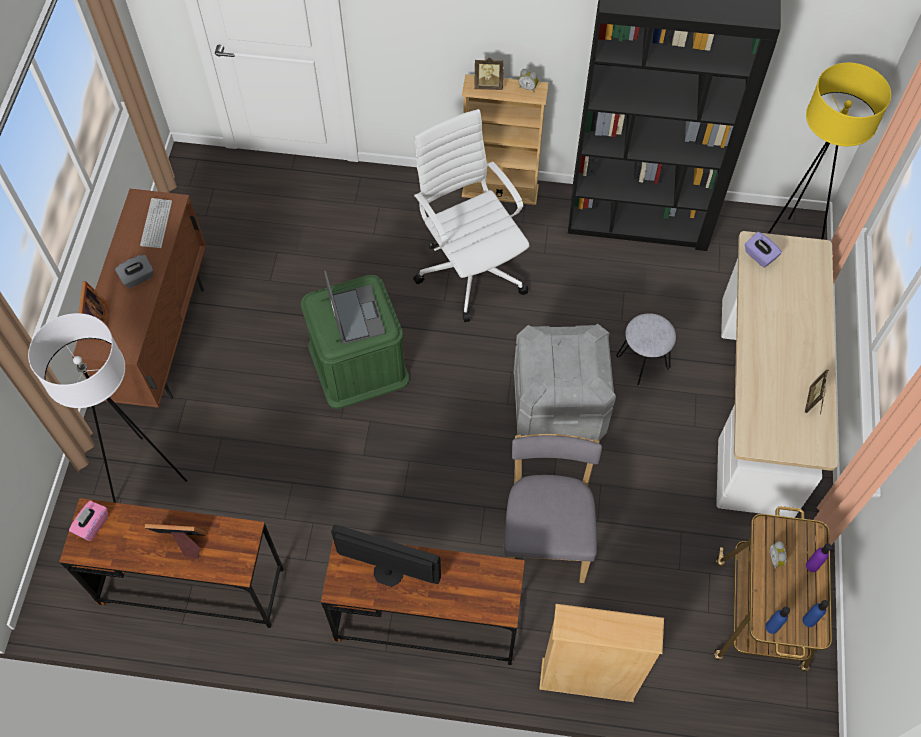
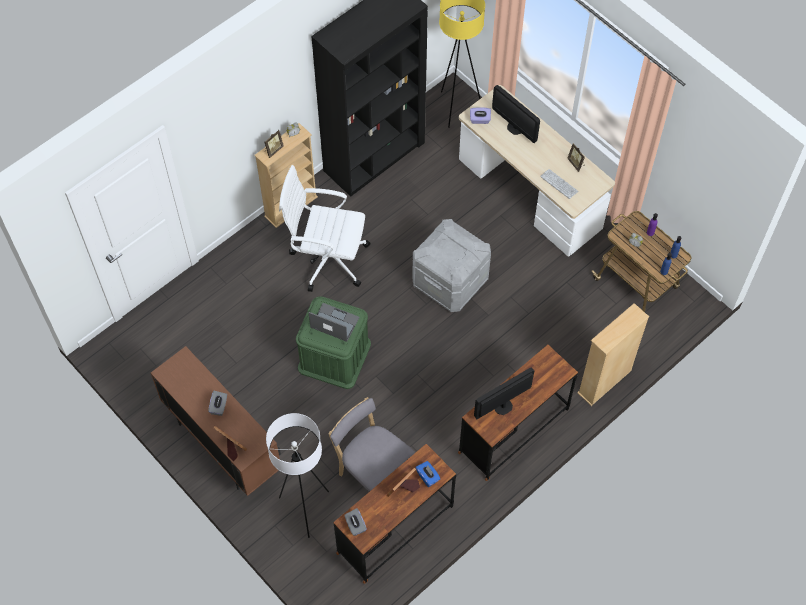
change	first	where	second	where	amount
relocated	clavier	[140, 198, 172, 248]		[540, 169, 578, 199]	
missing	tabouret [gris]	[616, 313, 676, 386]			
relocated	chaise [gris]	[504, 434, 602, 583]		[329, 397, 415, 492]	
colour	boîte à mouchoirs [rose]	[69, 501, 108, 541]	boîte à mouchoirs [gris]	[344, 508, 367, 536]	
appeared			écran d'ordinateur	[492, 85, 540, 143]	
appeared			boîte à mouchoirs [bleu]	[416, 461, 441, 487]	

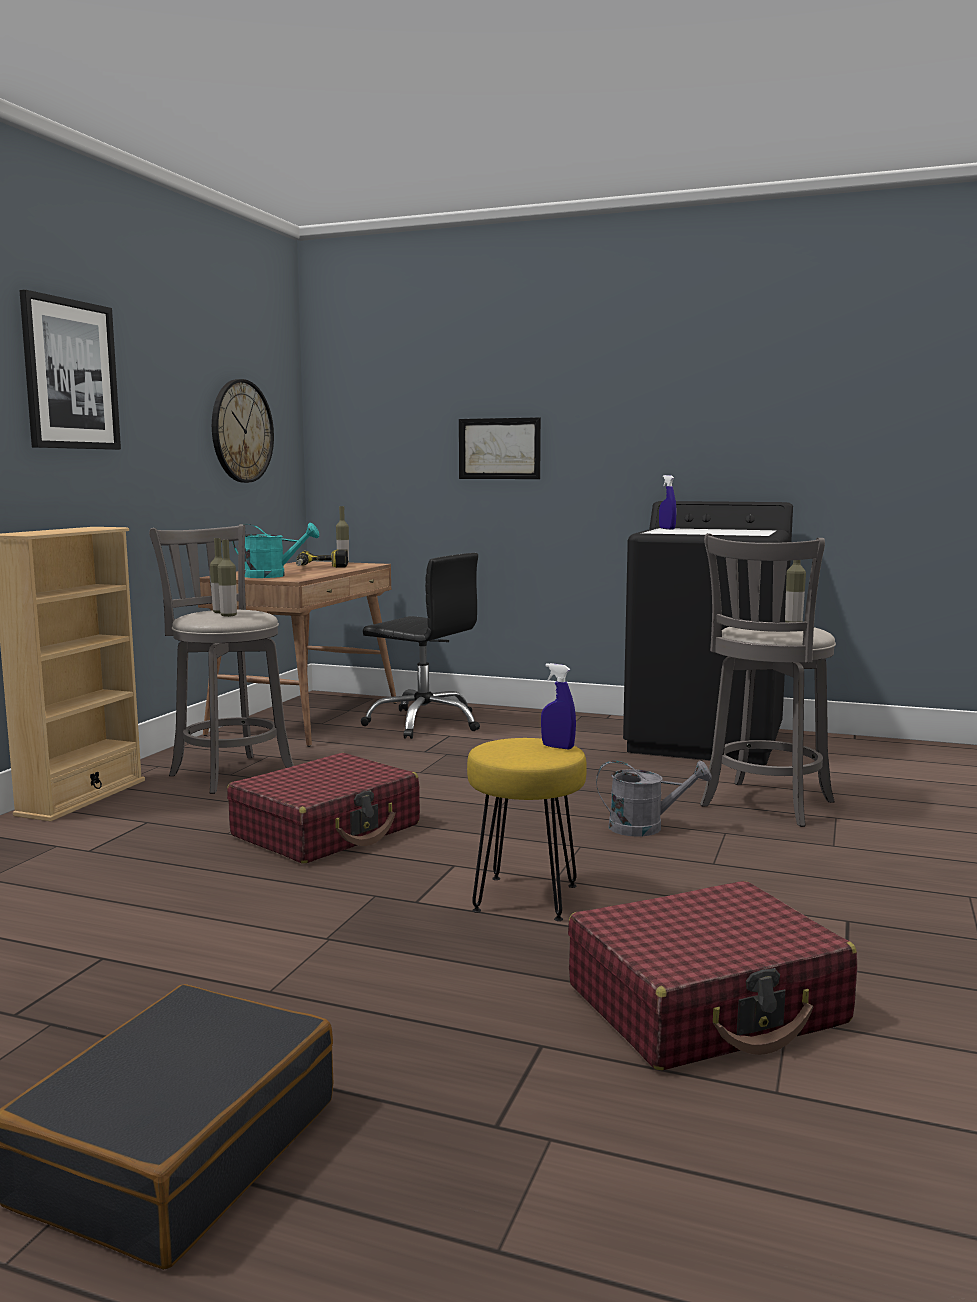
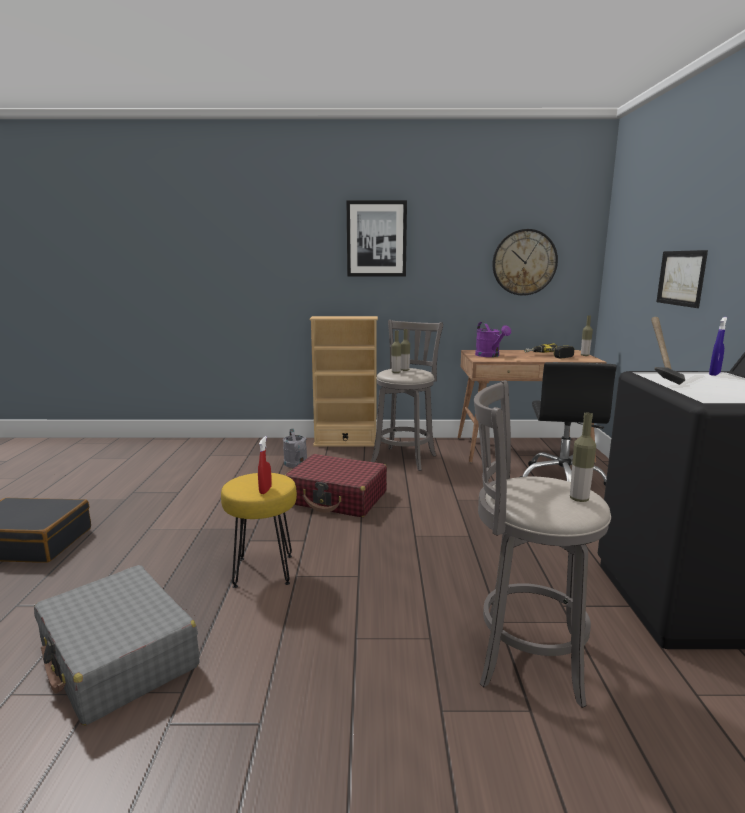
change	first	where	second	where	amount
colour	arrosoir [turquoise]	[233, 523, 319, 578]	arrosoir [violet]	[475, 322, 511, 357]	
colour	vaporisateur [bleu]	[541, 663, 576, 749]	vaporisateur [rouge]	[258, 436, 272, 494]	
relocated	arrosoir [gris]	[596, 760, 712, 836]		[283, 429, 307, 468]	
colour	valise [rouge]	[568, 881, 857, 1070]	valise [gris]	[34, 565, 199, 725]	
appeared			marteau	[651, 317, 685, 385]	

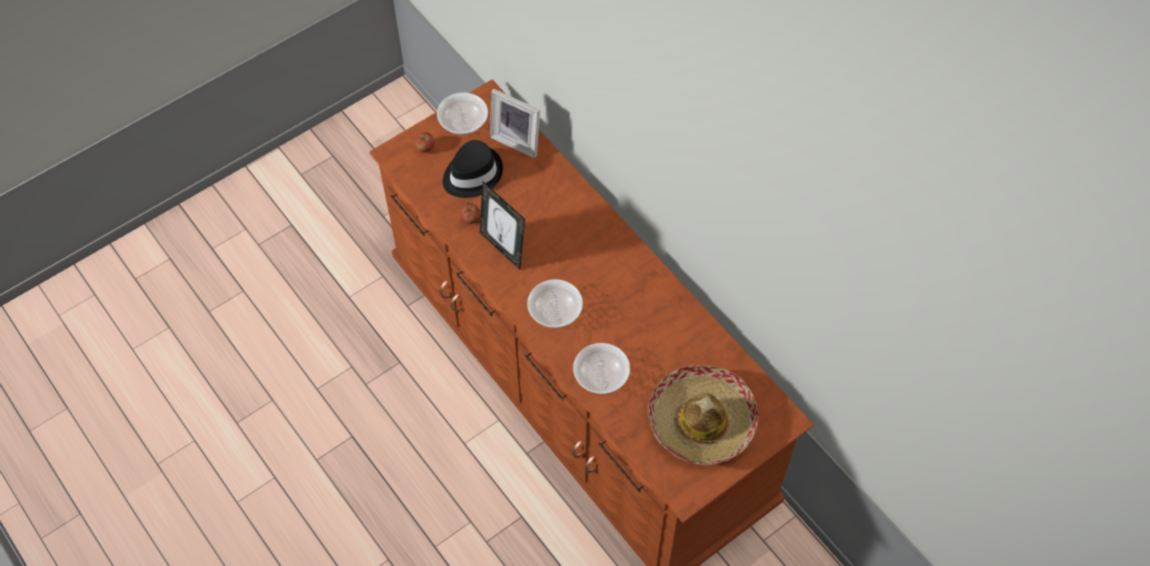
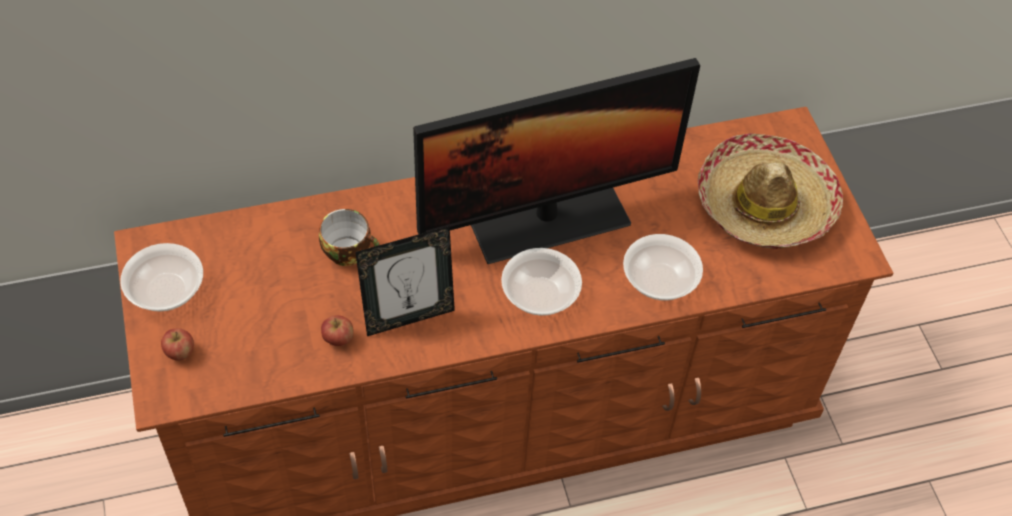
change	first	where	second	where	amount
missing	cadre photo	[490, 88, 540, 158]			
missing	chapeau [noir]	[443, 140, 503, 198]			
appeared			écran d'ordinateur	[413, 58, 700, 264]	
appeared			tasse	[319, 209, 380, 266]	

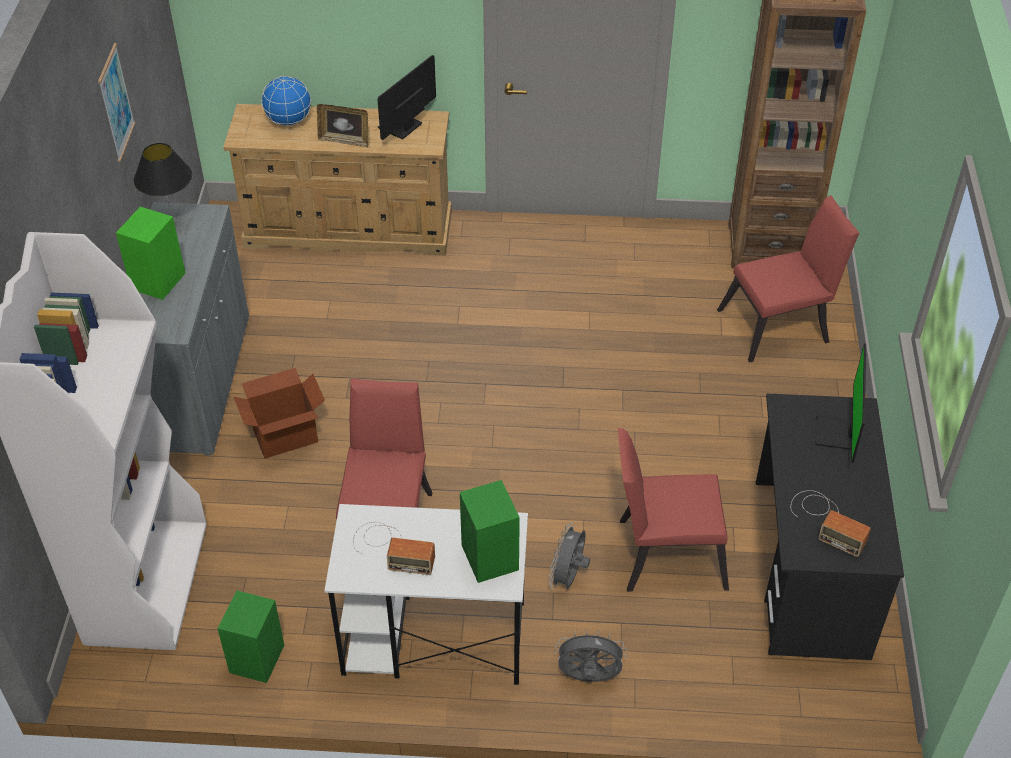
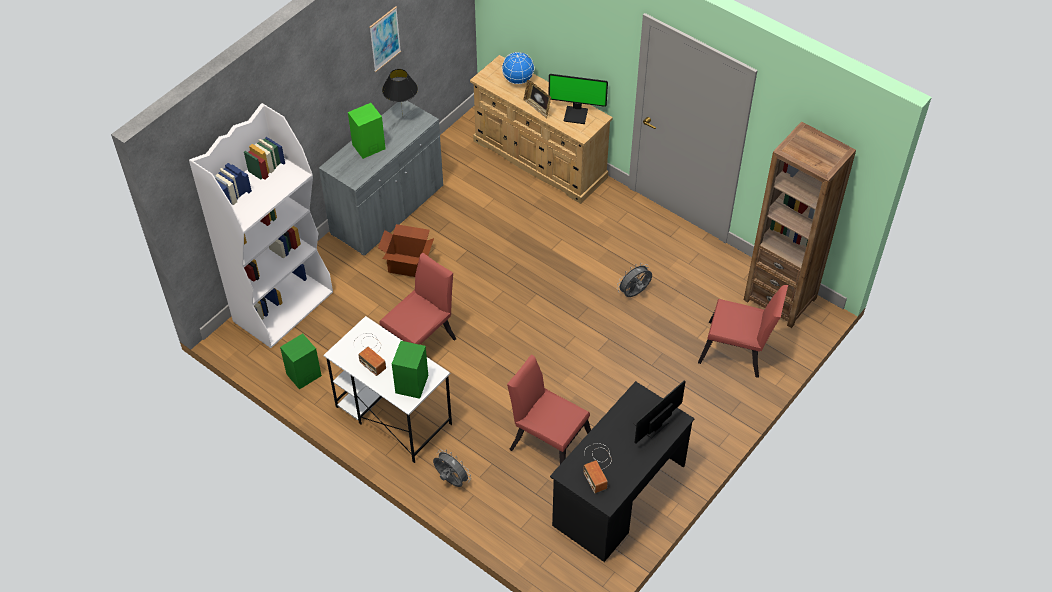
change	first	where	second	where	amount
spun	écran d'ordinateur	[377, 55, 436, 140]		[548, 74, 608, 124]	150 degrees counterclockwise
relocated	ventilateur [gris]	[549, 523, 590, 589]		[617, 263, 652, 297]	

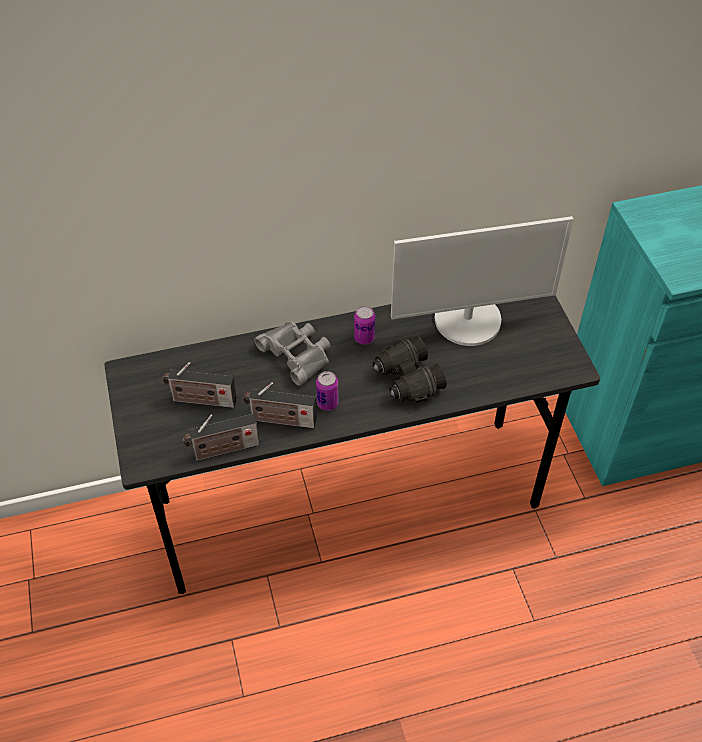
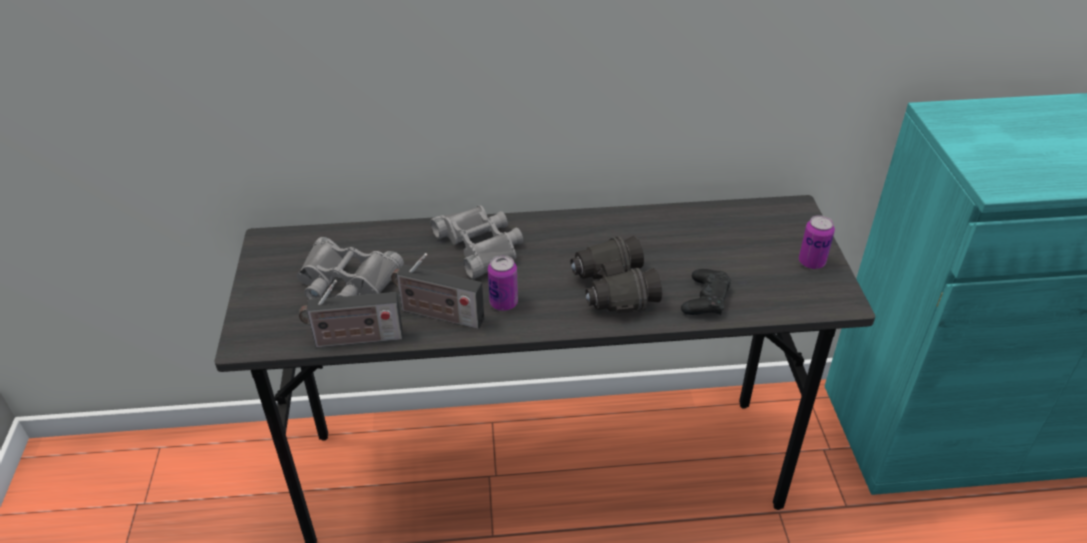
change	first	where	second	where	amount
missing	écran d'ordinateur	[391, 216, 574, 346]			
relocated	boîte métallique	[354, 306, 375, 345]		[799, 215, 835, 269]	
exchanged	radio	[163, 362, 237, 408]	jumelles [gris]	[297, 237, 404, 299]	
appeared			manette [noir]	[681, 269, 731, 315]	

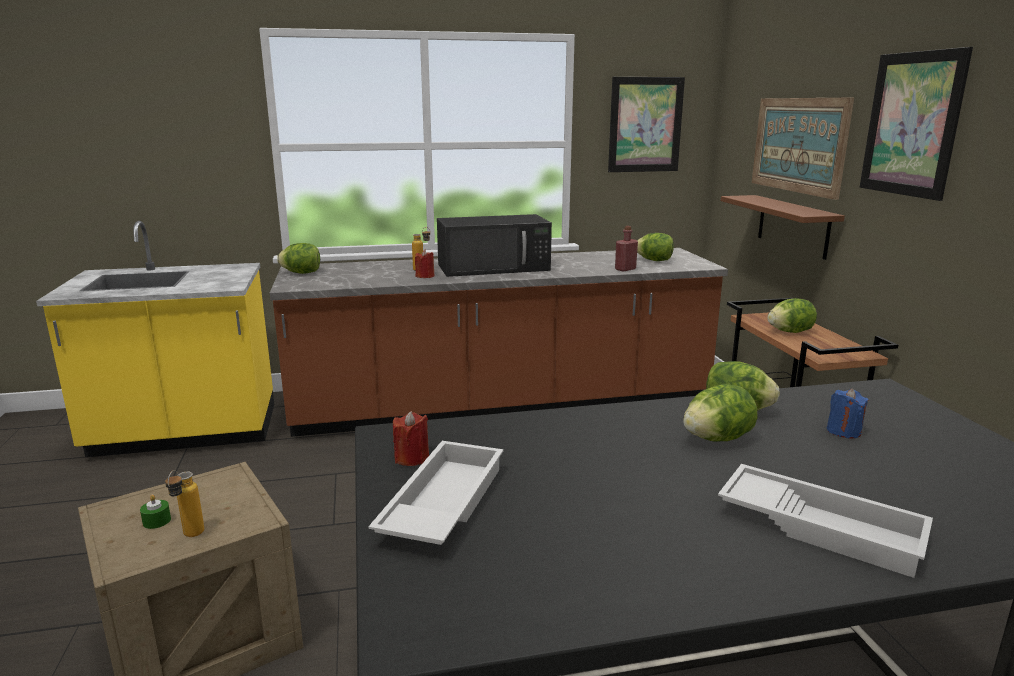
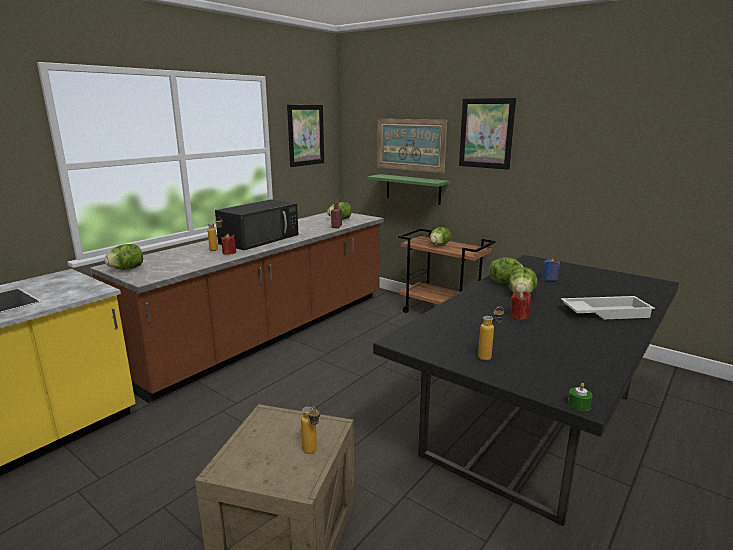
change	first	where	second	where	amount
colour	étagère [marron]	[721, 195, 845, 260]	étagère [vert]	[367, 174, 450, 205]	
relocated	bougie [rouge]	[393, 411, 429, 466]		[510, 291, 531, 320]	
exchanged	plateau [blanc]	[368, 441, 504, 545]	bouteille	[478, 307, 504, 360]	
relocated	bougie [vert]	[140, 494, 171, 529]		[568, 383, 593, 411]	

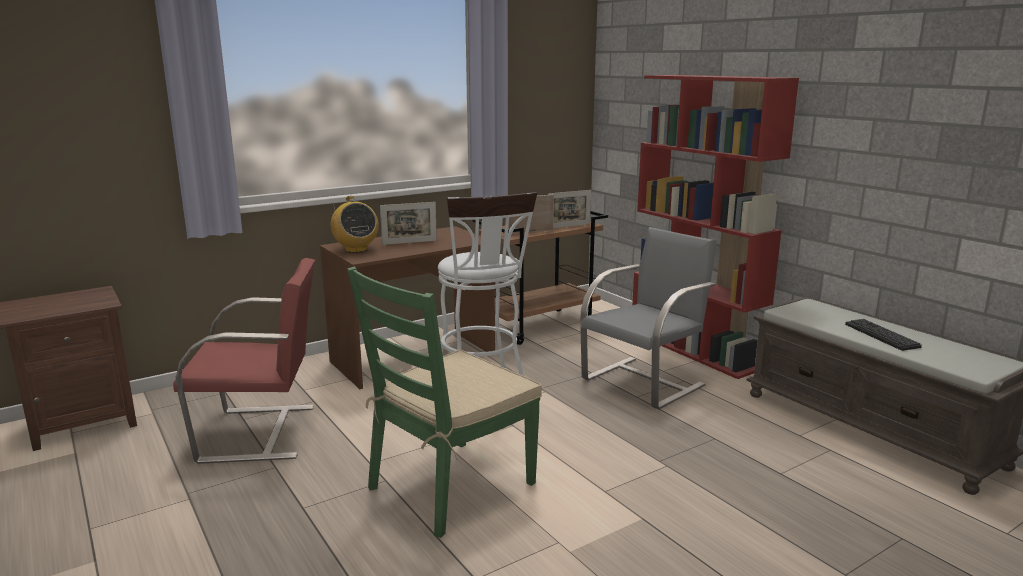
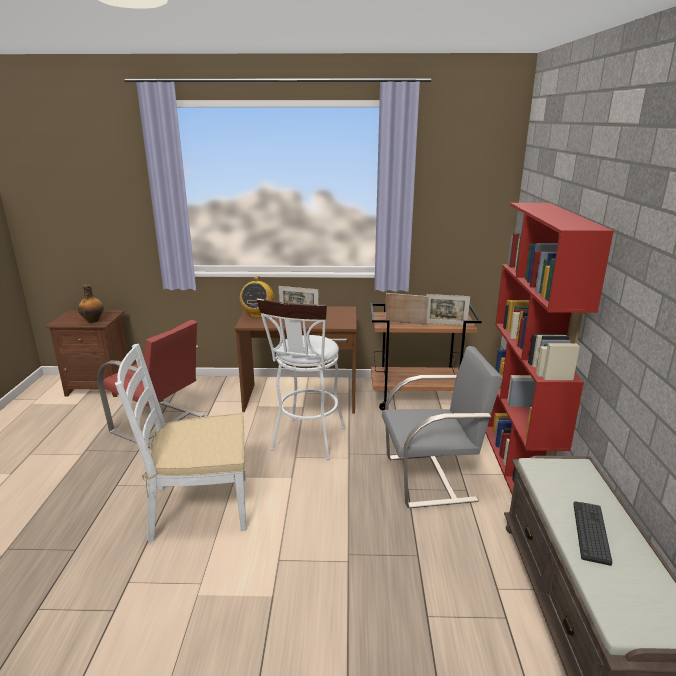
change	first	where	second	where	amount
colour	chaise [vert]	[347, 266, 542, 538]	chaise [blanc]	[115, 344, 246, 543]	
appeared			bouteille	[78, 284, 104, 323]	

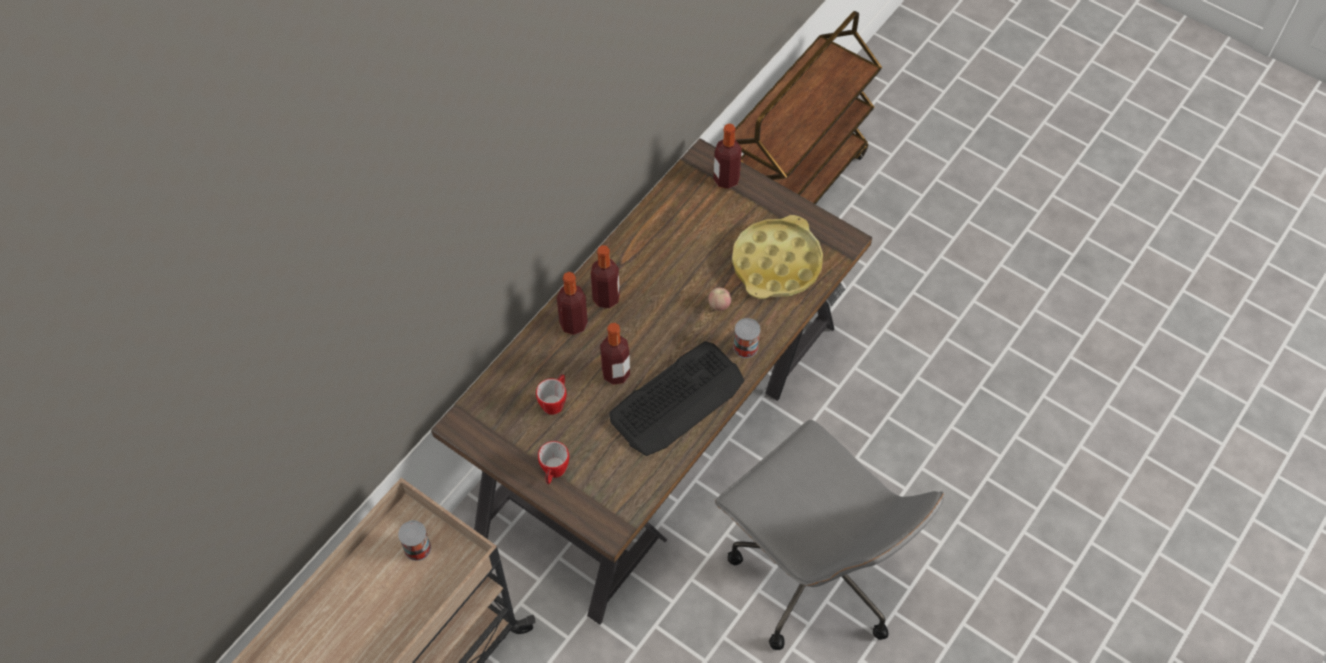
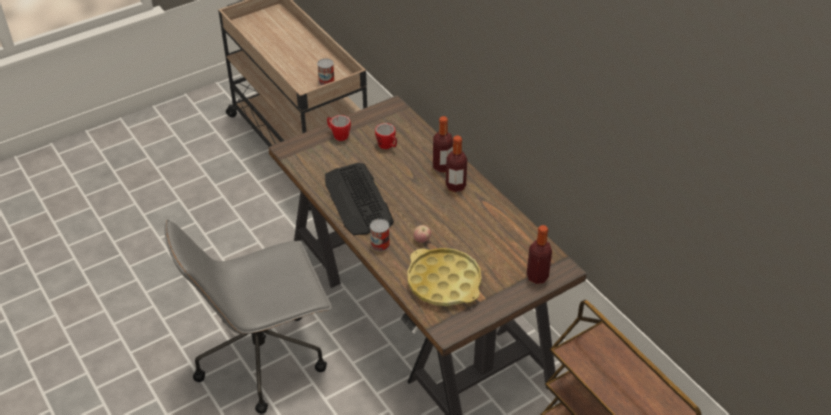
change	first	where	second	where	amount
missing	bouteille	[600, 323, 630, 385]			

